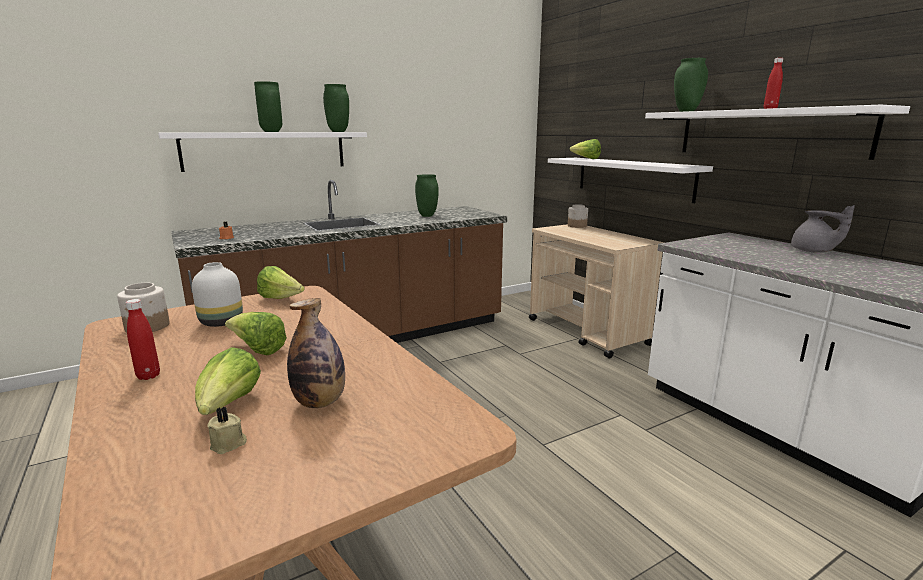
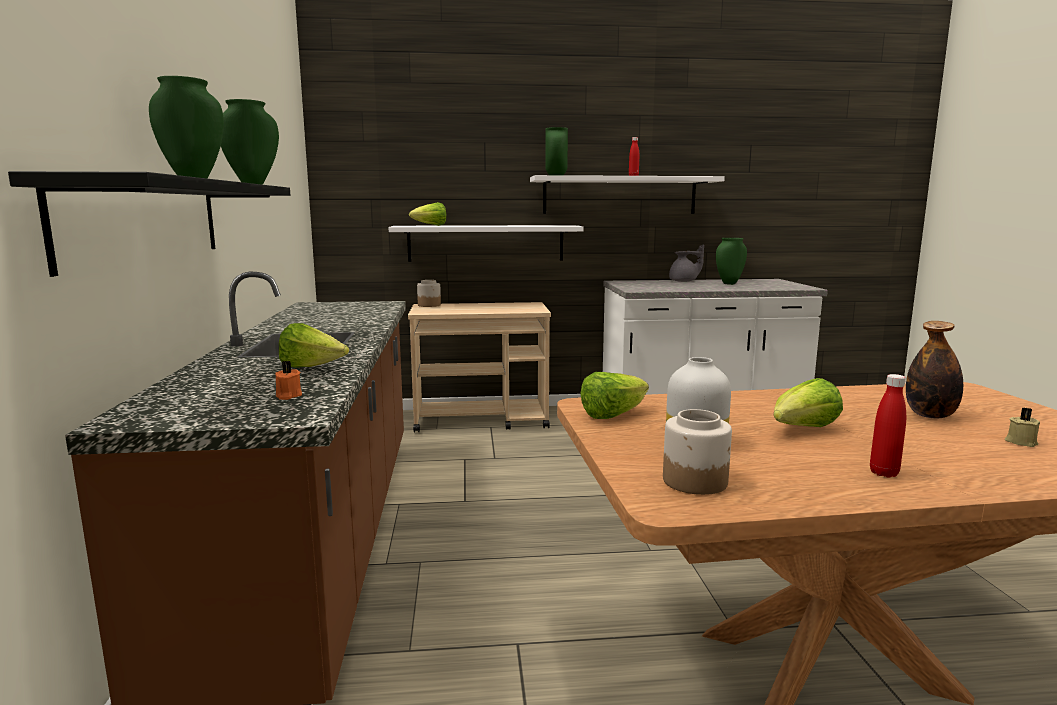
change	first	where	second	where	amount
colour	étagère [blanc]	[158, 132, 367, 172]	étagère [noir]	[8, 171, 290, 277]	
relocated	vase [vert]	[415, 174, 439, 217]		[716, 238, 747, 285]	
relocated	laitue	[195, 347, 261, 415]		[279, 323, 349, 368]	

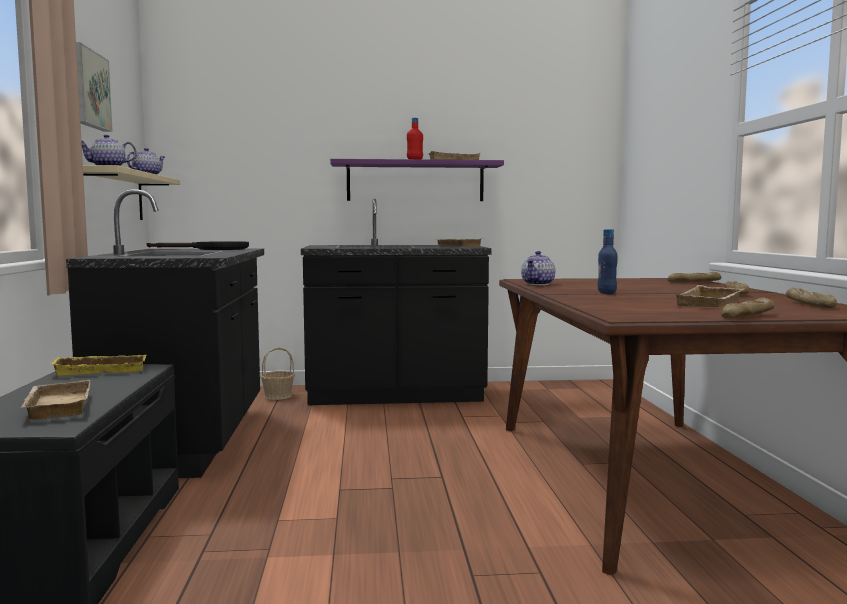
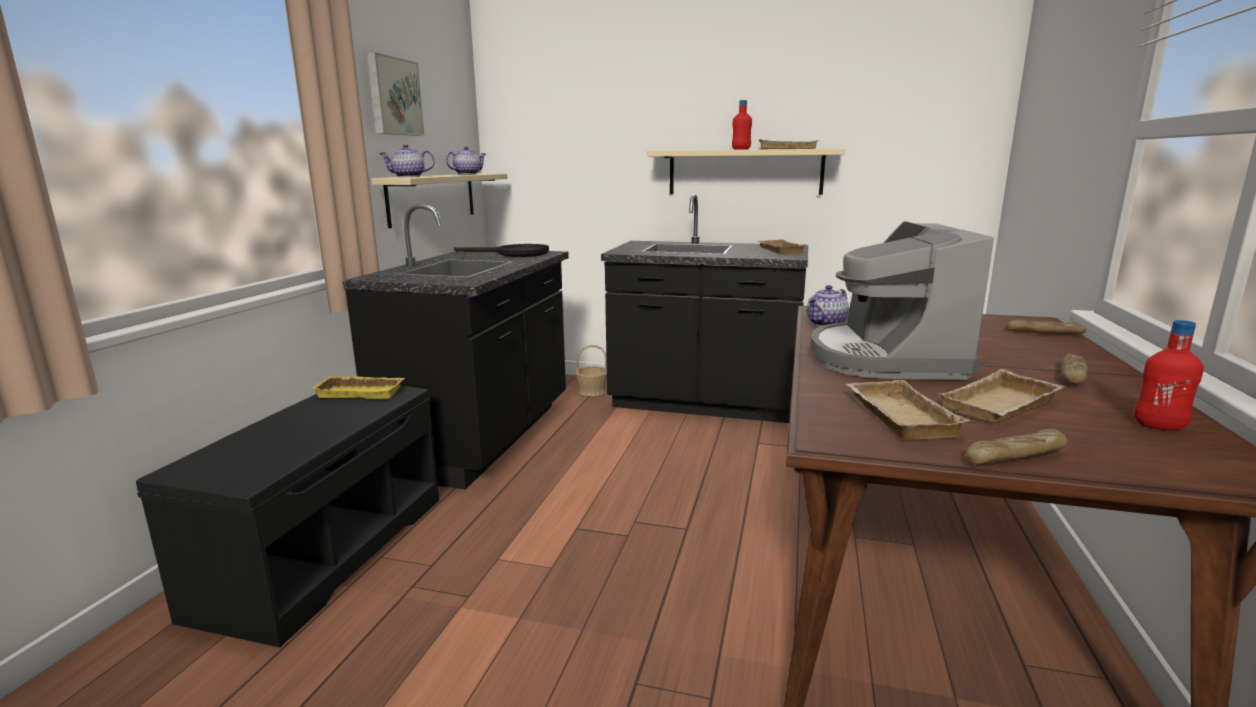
change	first	where	second	where	amount
colour	étagère [violet]	[330, 159, 504, 201]	étagère [beige]	[647, 149, 845, 195]	
exchanged	bouteille [bleu]	[598, 229, 618, 294]	machine à café	[810, 221, 994, 380]	
exchanged	pain	[786, 287, 837, 308]	bouteille [rouge]	[1134, 320, 1204, 431]	
relocated	plateau [beige]	[20, 380, 90, 420]		[846, 380, 970, 440]	

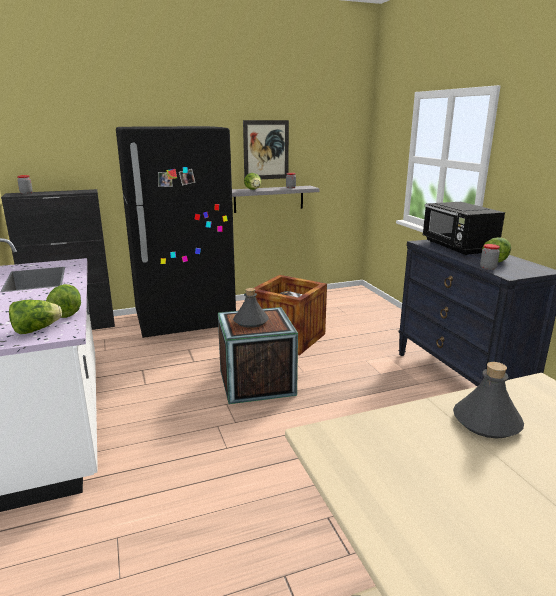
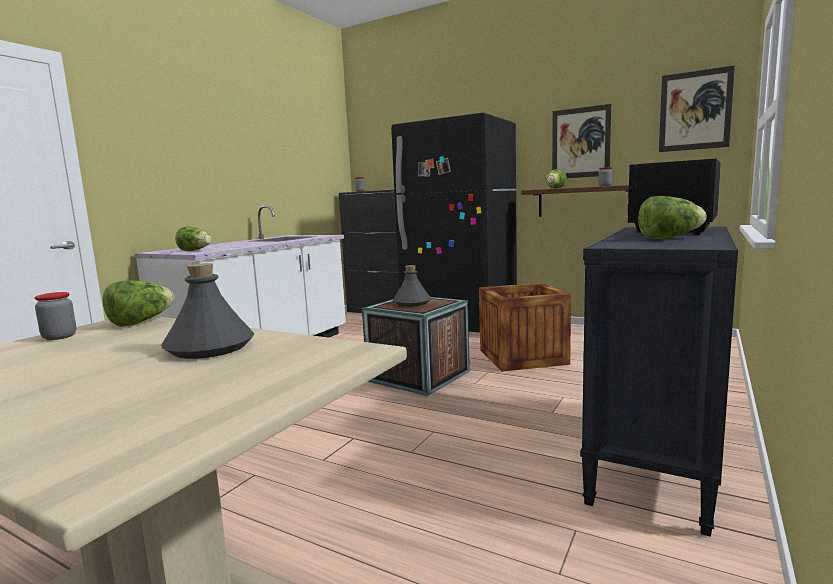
change	first	where	second	where	amount
colour	étagère [gris]	[232, 186, 320, 213]	étagère [marron]	[522, 185, 629, 217]	
relocated	bocal	[480, 244, 500, 270]		[34, 292, 76, 340]	
relocated	laitue	[46, 284, 81, 318]		[103, 280, 174, 327]	
appeared			tableau	[659, 65, 735, 152]	

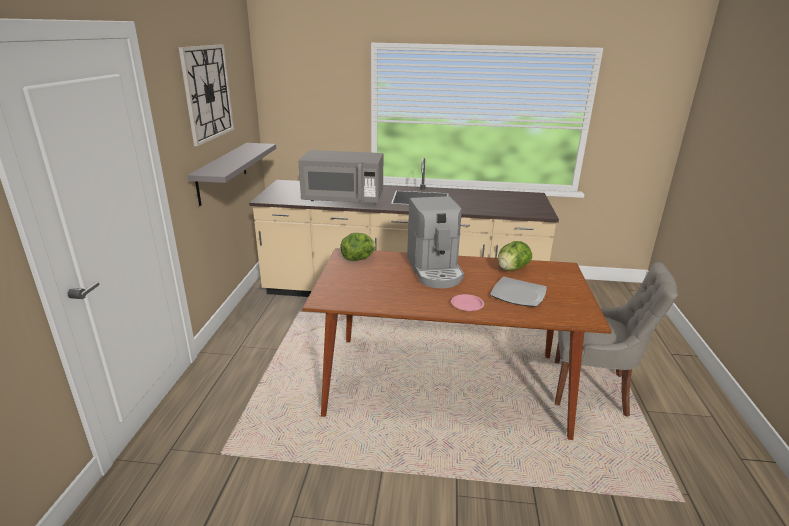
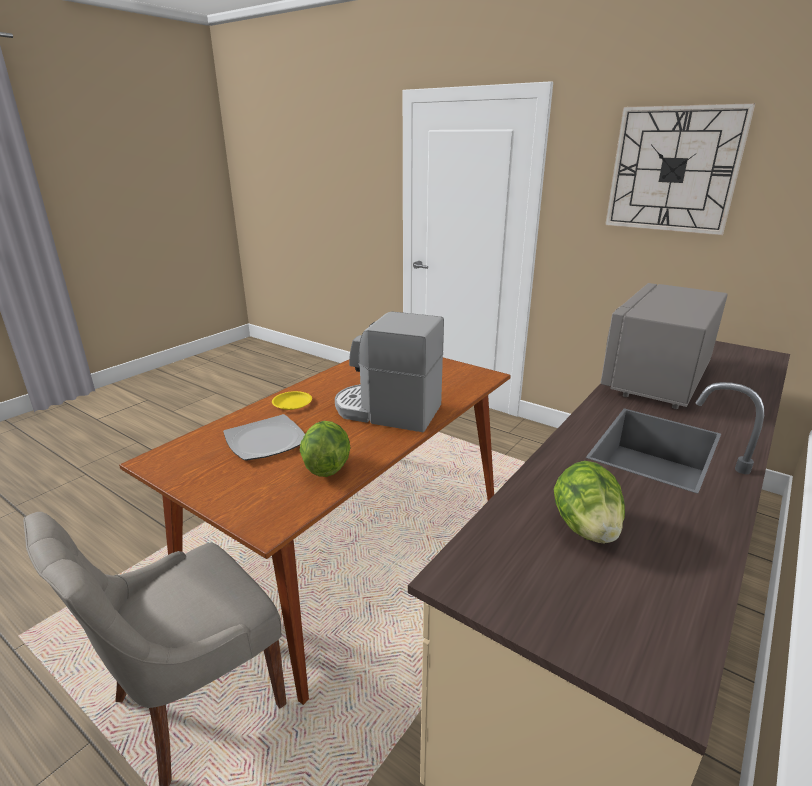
change	first	where	second	where	amount
missing	étagère [gris]	[187, 143, 276, 206]			
relocated	laitue	[340, 233, 376, 261]		[553, 461, 625, 543]	
colour	assiette [rose]	[451, 294, 484, 311]	assiette [jaune]	[272, 391, 312, 410]	

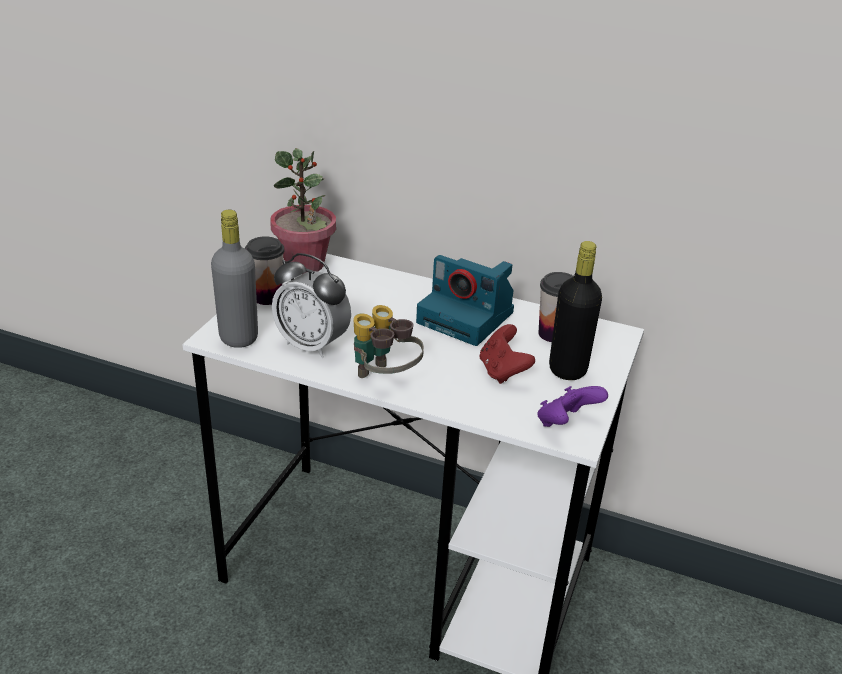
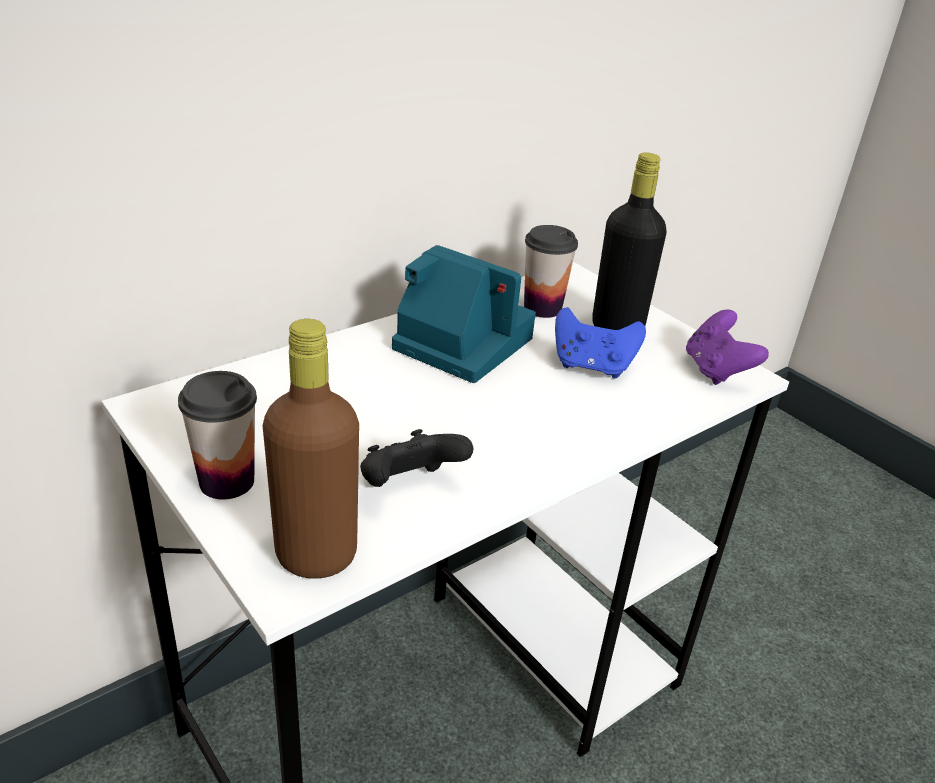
change	first	where	second	where	amount
missing	plante en pot	[270, 148, 336, 274]			
colour	bouteille [gris]	[211, 210, 258, 348]	bouteille [marron]	[263, 319, 359, 579]	
exchanged	réveil	[272, 253, 351, 358]	manette [noir]	[360, 429, 473, 487]	
spun	appareil photo	[416, 255, 514, 346]		[392, 245, 536, 383]	120 degrees counterclockwise
missing	jumelles	[353, 305, 424, 378]			
colour	manette [rouge]	[480, 324, 535, 384]	manette [bleu]	[555, 307, 646, 378]	

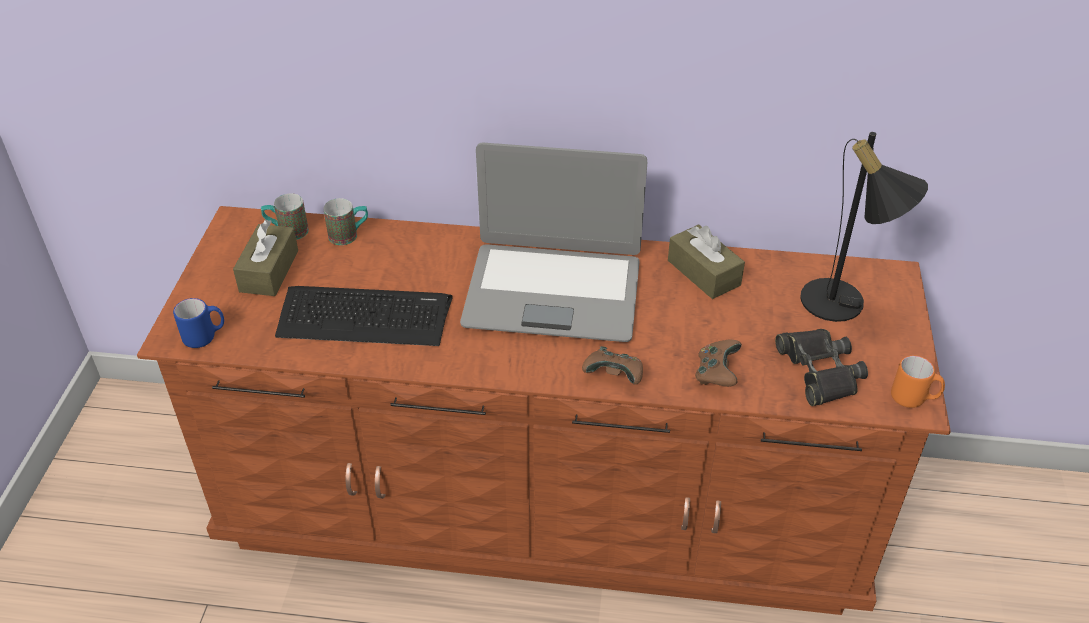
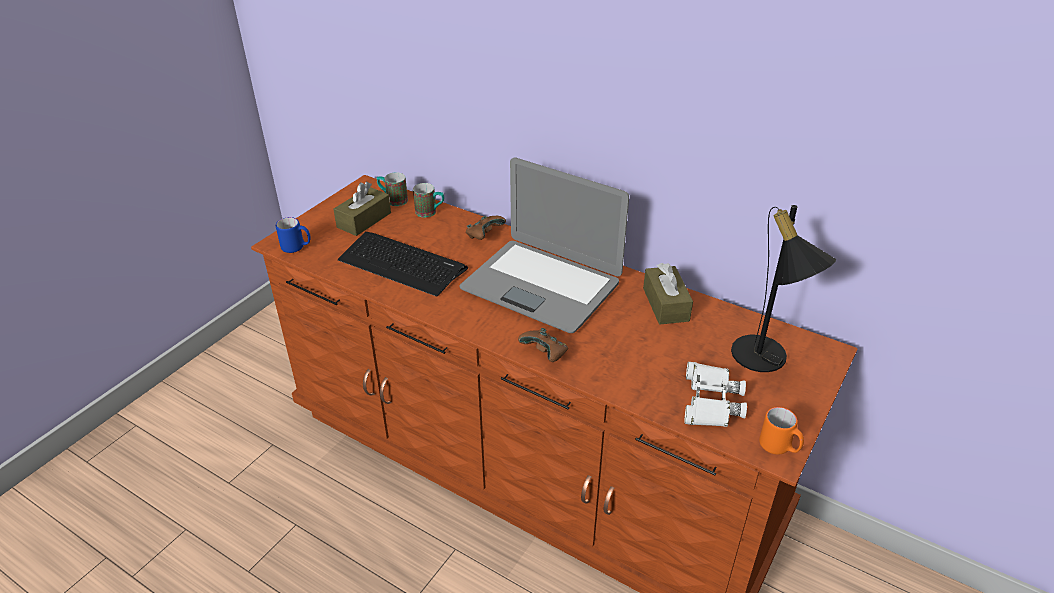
change	first	where	second	where	amount
colour	jumelles [noir]	[775, 329, 868, 406]	jumelles [blanc]	[684, 362, 747, 427]	
relocated	manette [marron]	[695, 340, 742, 387]		[466, 216, 506, 240]	

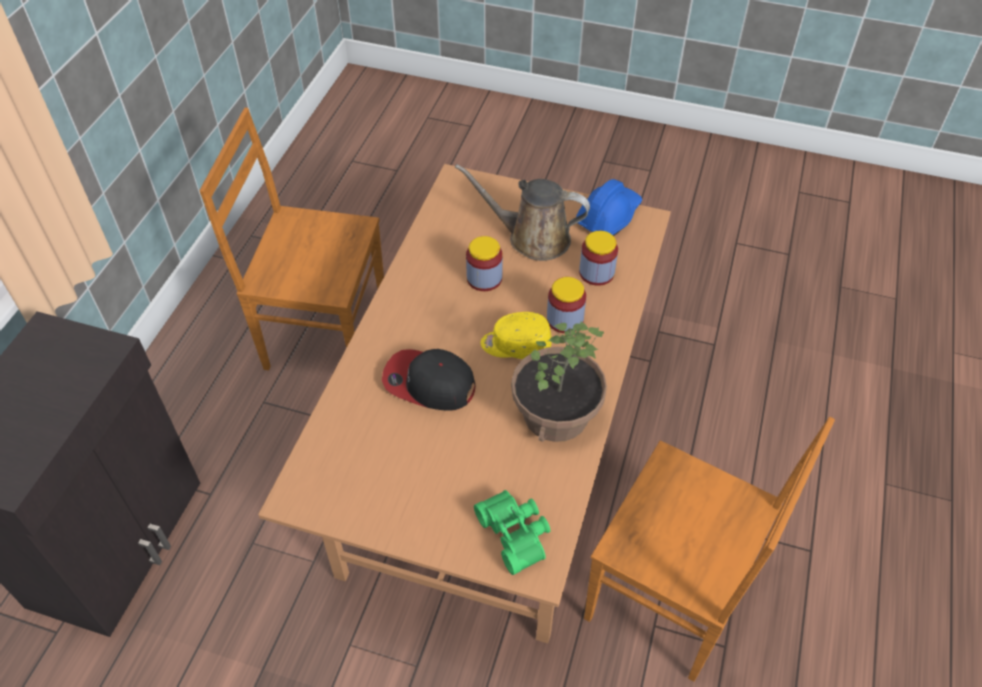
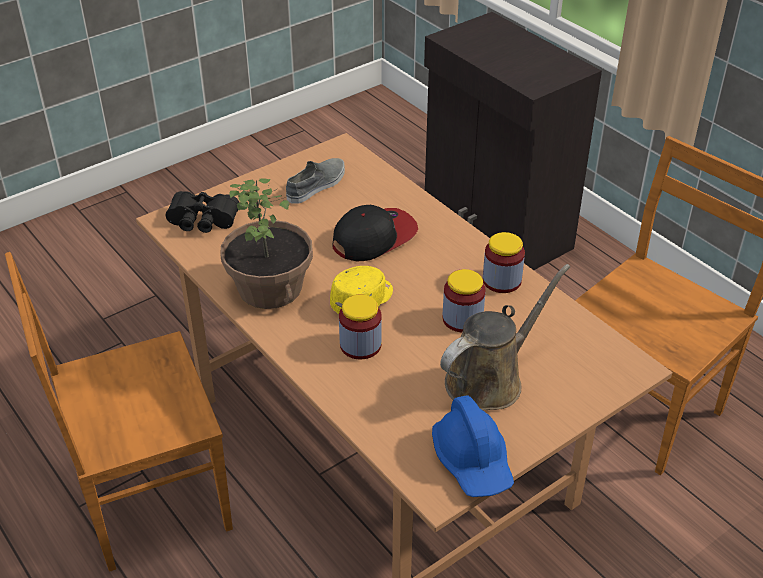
change	first	where	second	where	amount
relocated	bocal	[579, 231, 618, 286]		[483, 232, 525, 293]	
colour	jumelles [vert]	[474, 490, 550, 575]	jumelles [noir]	[166, 191, 239, 233]	
appeared			chaussure [gris]	[286, 158, 345, 204]	

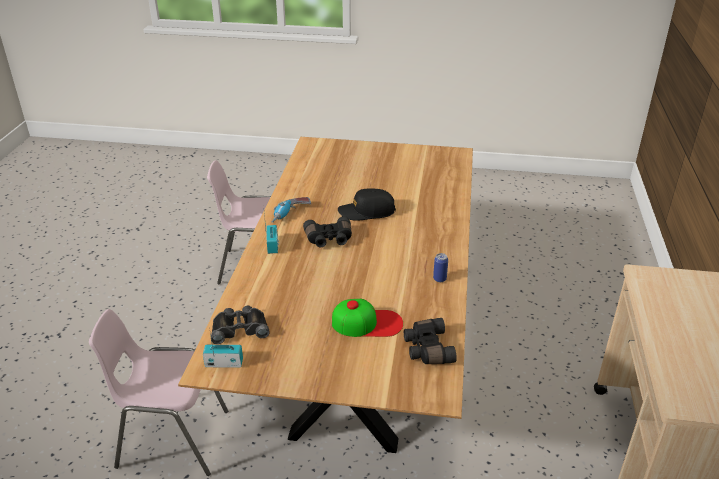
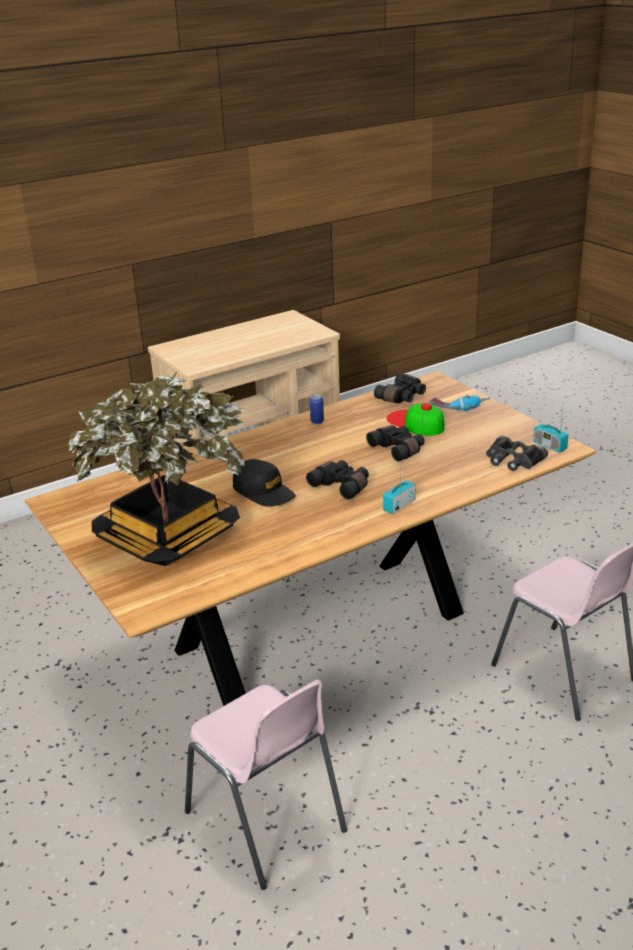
change	first	where	second	where	amount
relocated	perceuse	[272, 197, 311, 223]		[429, 395, 490, 411]	
appeared			plante en pot	[69, 372, 245, 566]	
appeared			jumelles [noir]	[366, 425, 425, 461]	

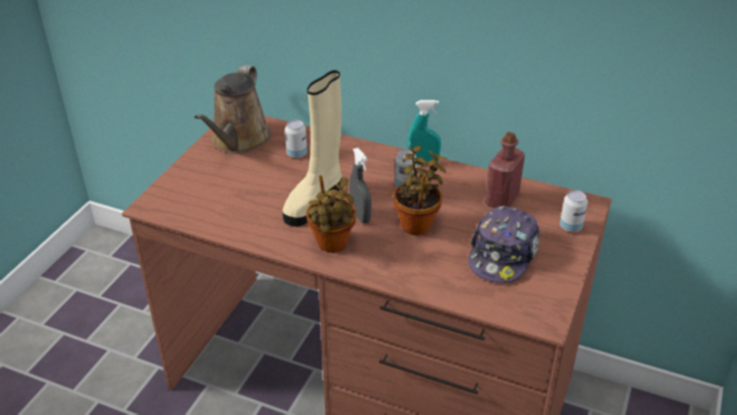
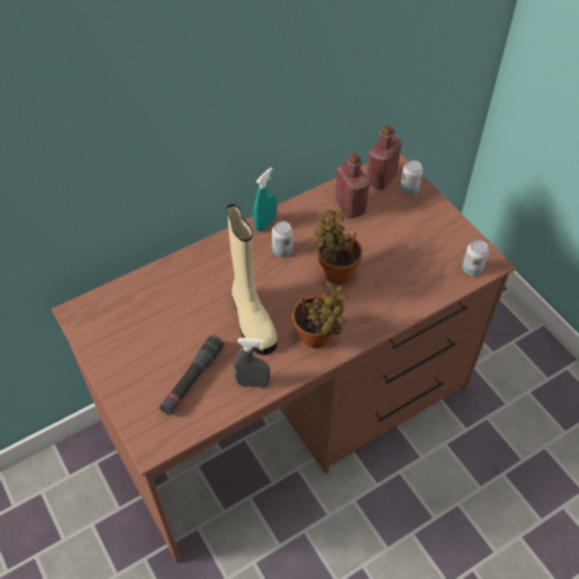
change	first	where	second	where	amount
missing	arrosoir [marron]	[194, 65, 271, 154]			
relocated	boîte métallique	[285, 120, 307, 158]		[462, 240, 489, 276]	
relocated	vaporisateur [gris]	[349, 148, 372, 223]		[233, 338, 270, 388]	
missing	casquette	[468, 206, 540, 283]			
appeared			bouteille [rouge]	[366, 125, 402, 190]	
appeared			lampe de poche [noir]	[159, 335, 224, 416]	

